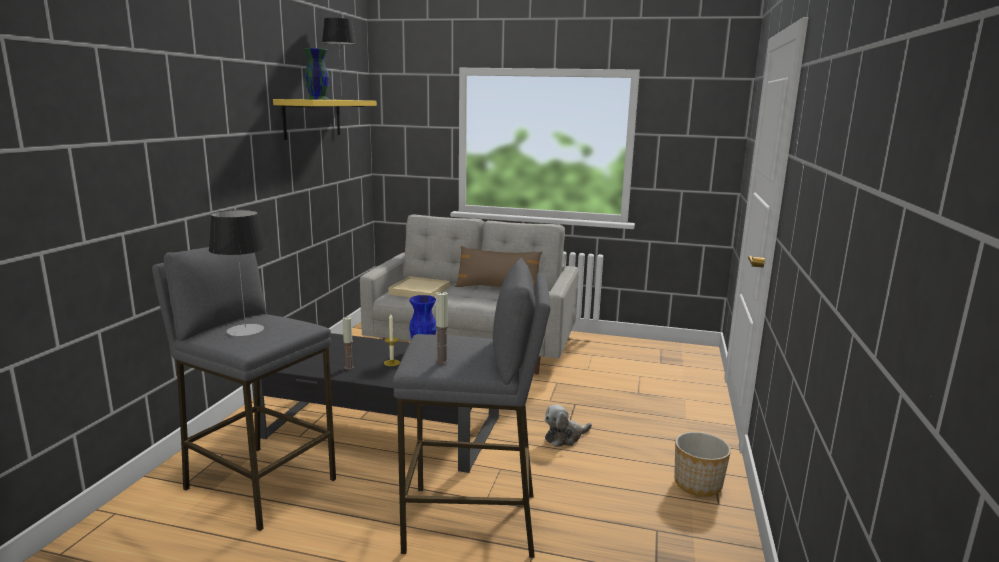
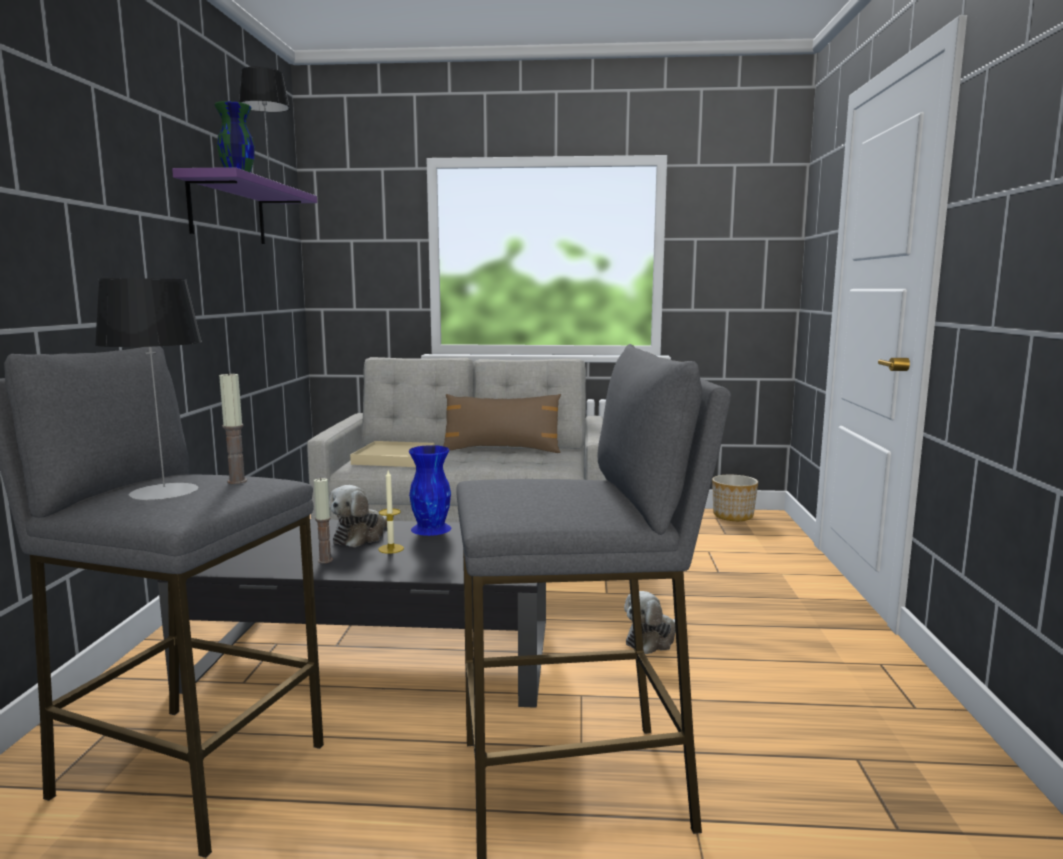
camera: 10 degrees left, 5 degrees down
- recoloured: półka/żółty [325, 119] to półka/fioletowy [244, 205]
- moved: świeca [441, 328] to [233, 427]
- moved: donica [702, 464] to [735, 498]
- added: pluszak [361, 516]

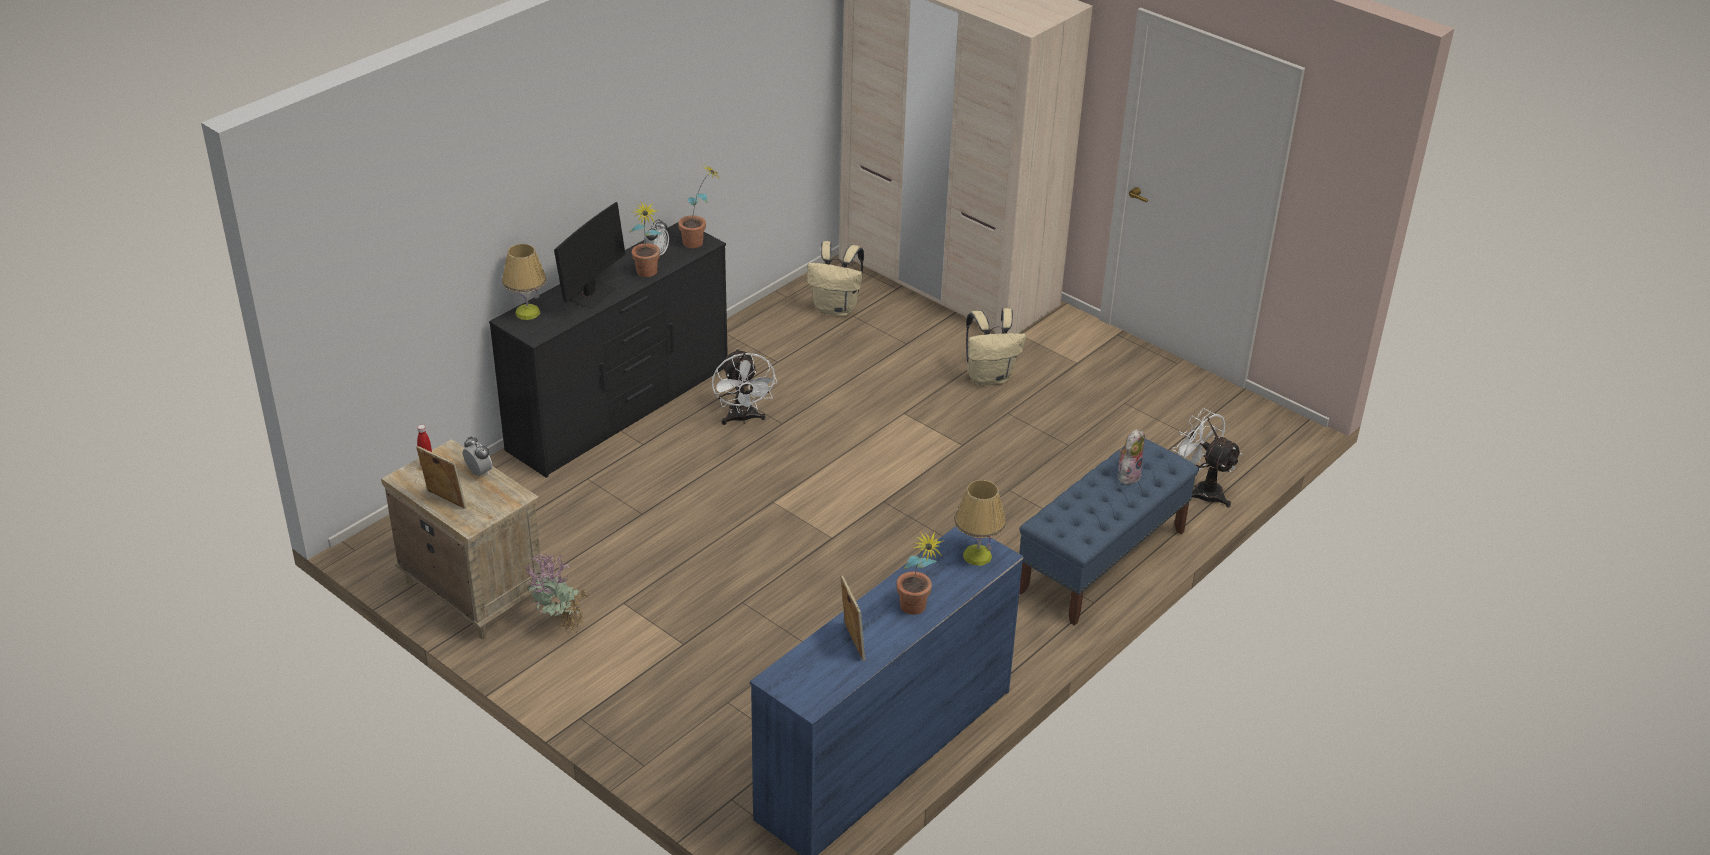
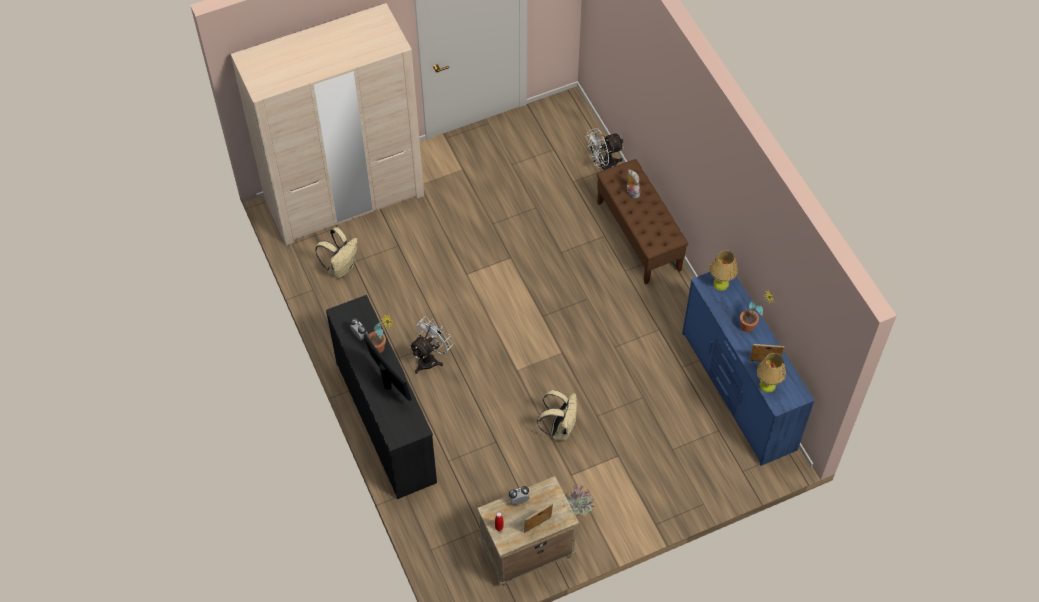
camera: 65 degrees left, 20 degrees up
- removed: roślina doniczkowa [700, 206]
- moved: lampa stołowa [524, 282] to [771, 372]
- moved: plecak/beżowy [996, 347] to [557, 415]
- turned: wentylator/biały [744, 387] = [431, 345] 60 degrees counterclockwise
- recoloured: ławka/niebieski [1109, 532] to ławka/brązowy [642, 222]

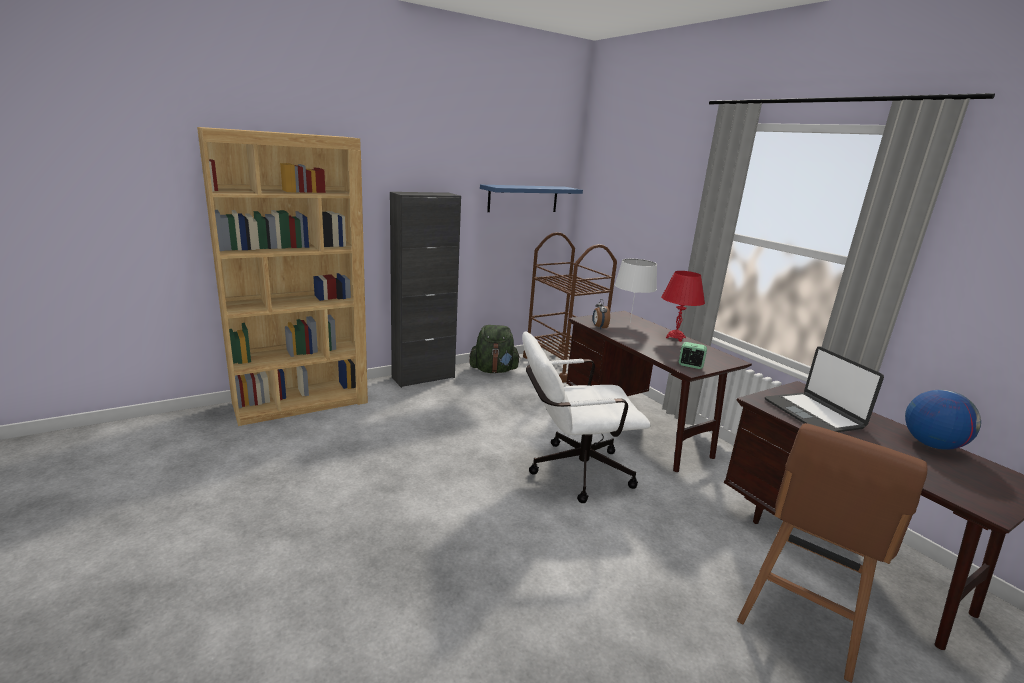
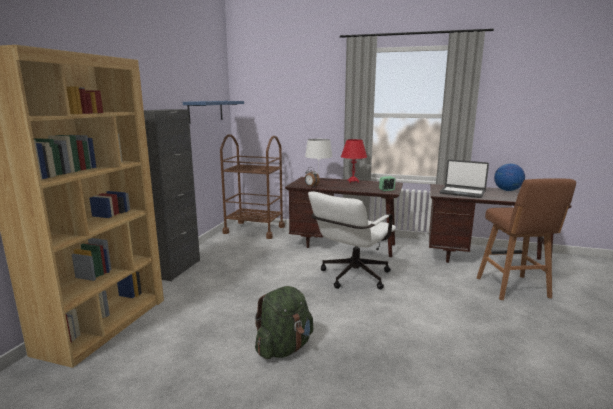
camera: 40 degrees left, 5 degrees down
- moved: plecak/zielony [494, 349] to [284, 322]

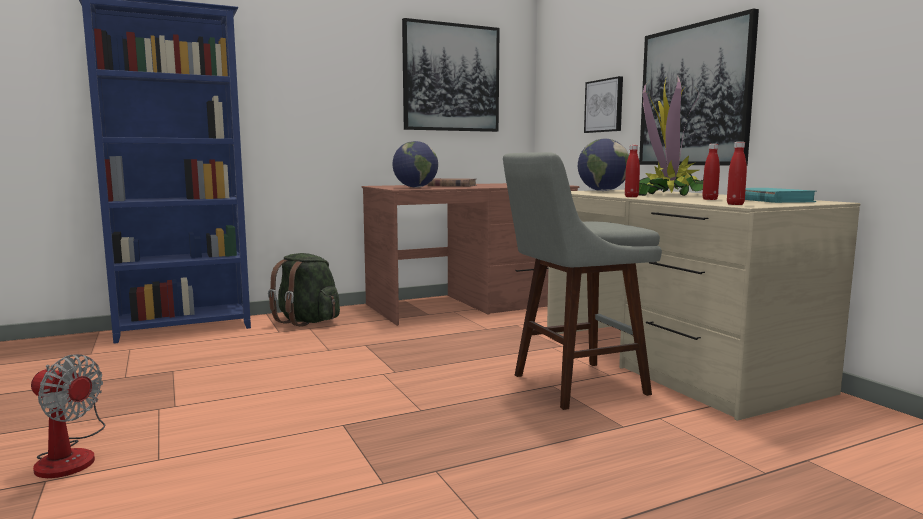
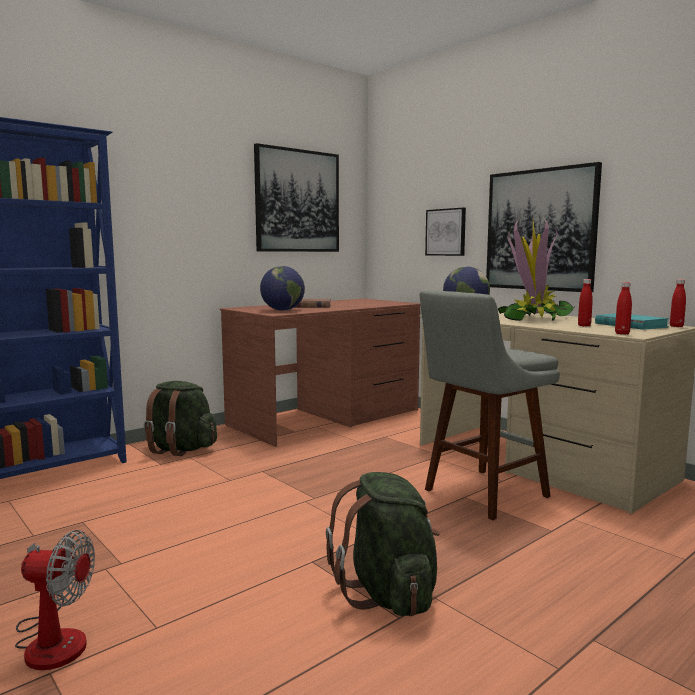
camera: 15 degrees left, 0 degrees up
- moved: butelka/czerwony [632, 171] to [678, 303]
- added: plecak/zielony [383, 544]

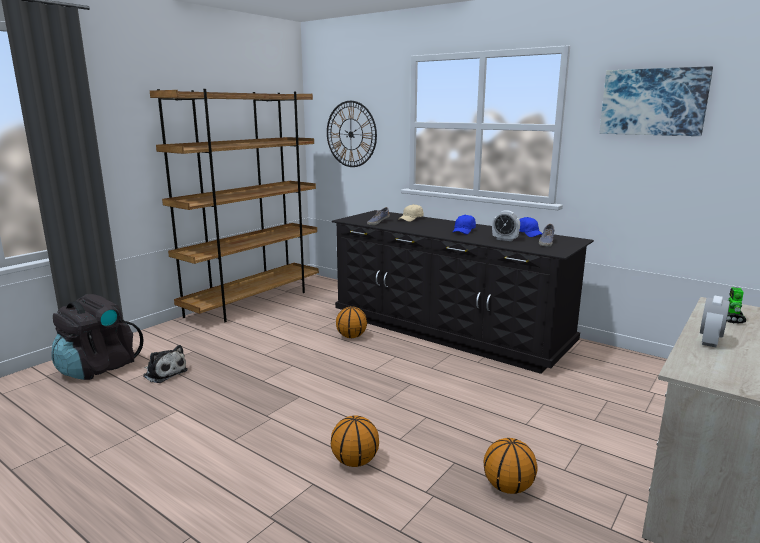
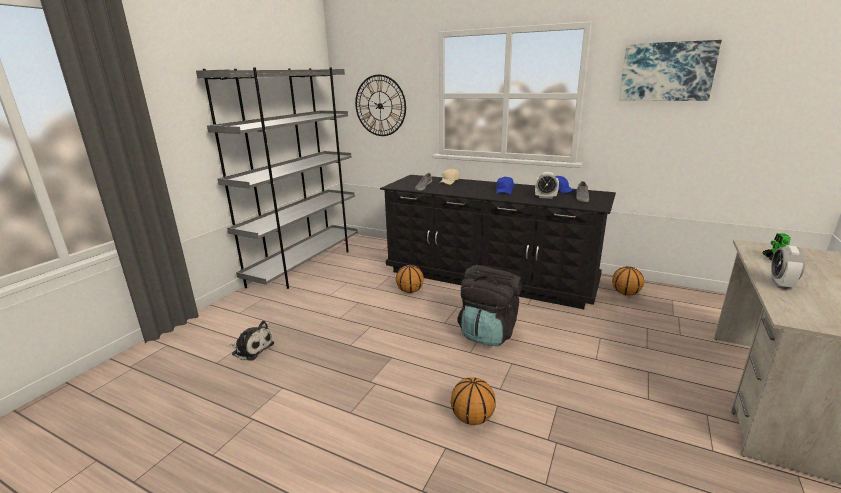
camera: 10 degrees left, 5 degrees up
- recoloured: regał/brązowy [234, 205] to regał/szary [277, 178]
- moved: plecak/czarny [98, 337] to [490, 305]
- moved: piłka do koszykówki [510, 466] to [628, 281]

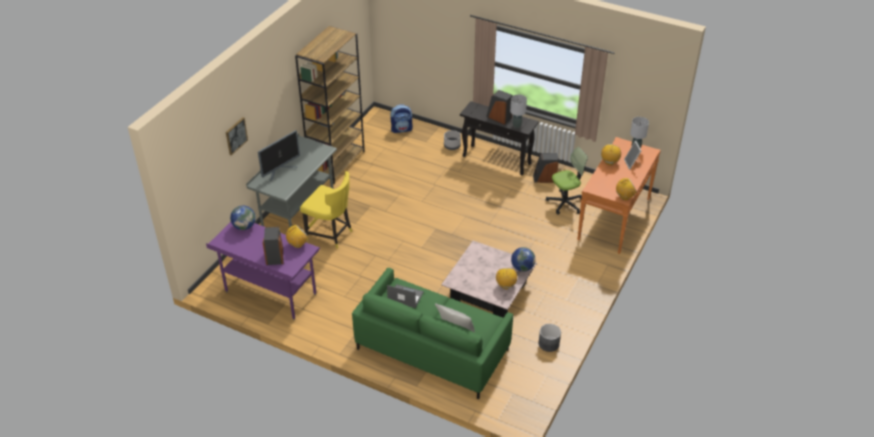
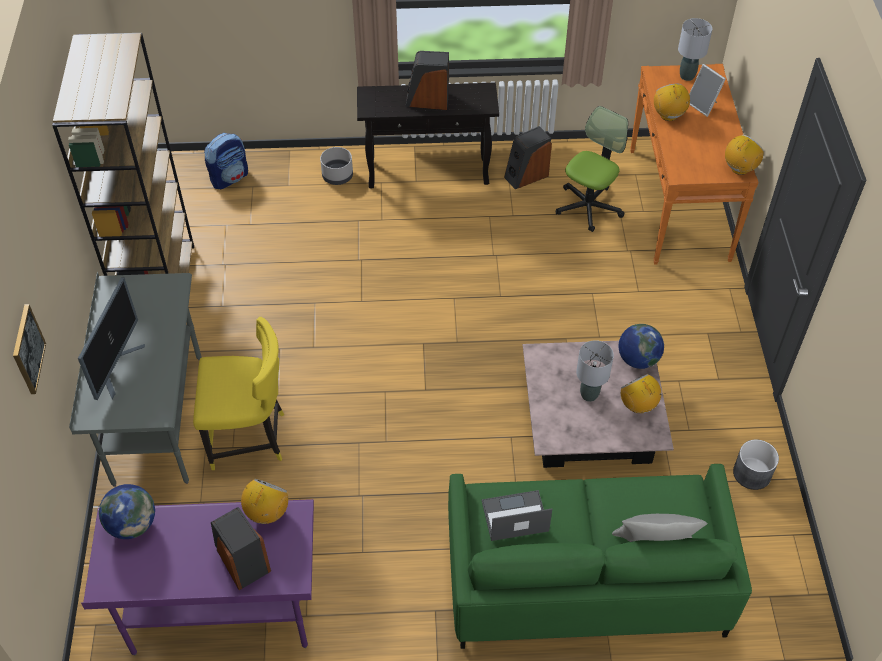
camera: 30 degrees left, 10 degrees up
- moved: lampa stołowa/szary [518, 111] to [595, 371]

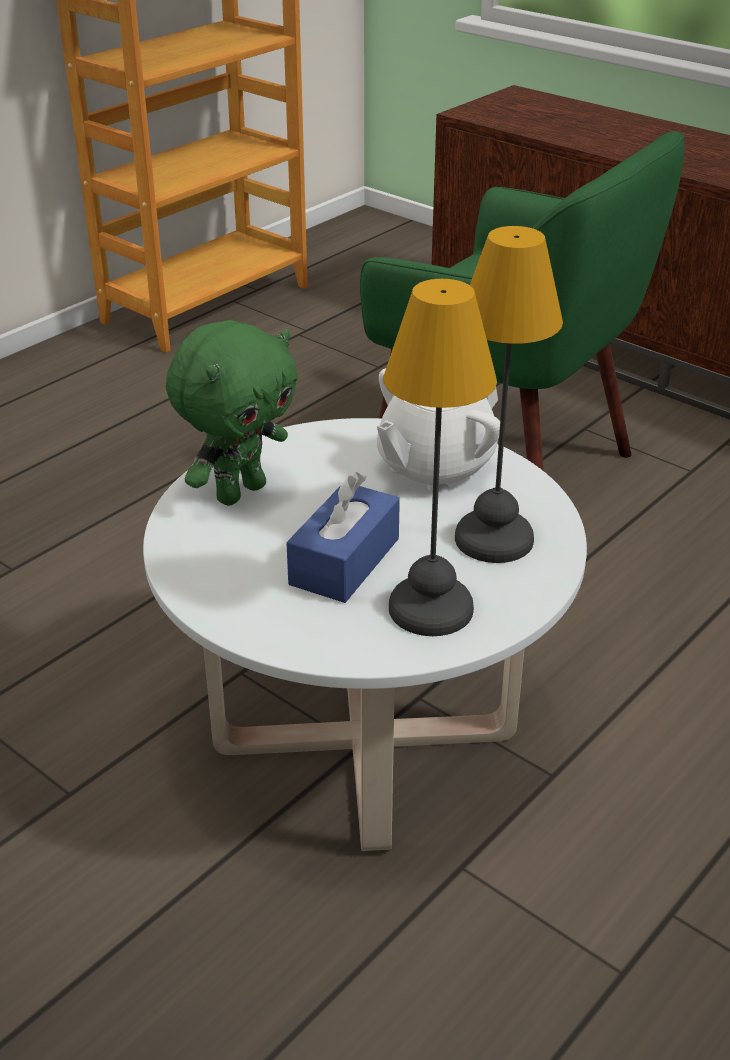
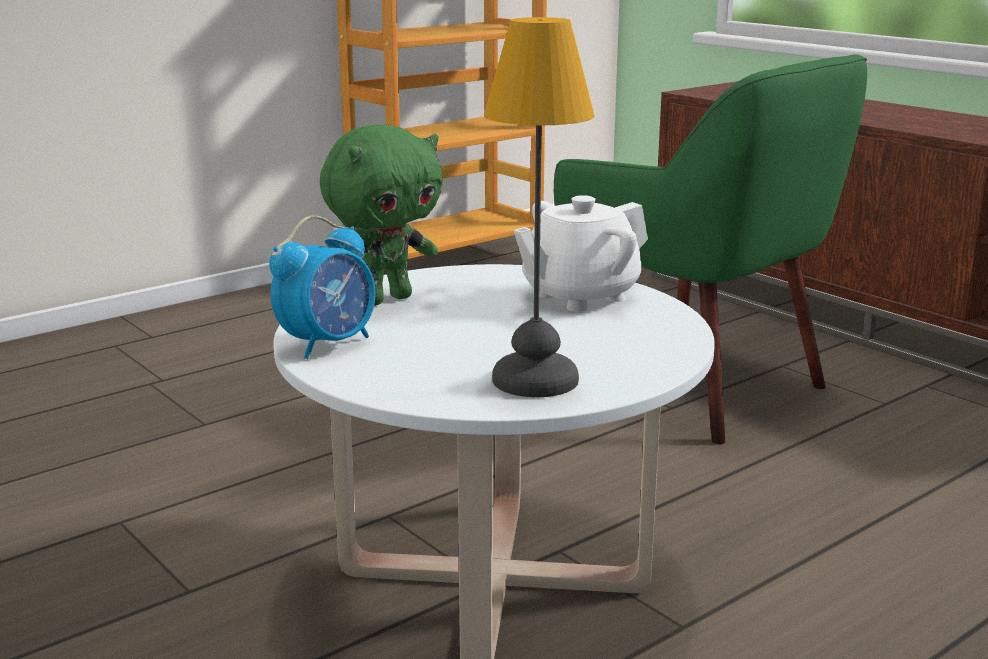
camera: 10 degrees right, 15 degrees down
- removed: lampa stołowa [509, 394]
- removed: pudełko chusteczek/niebieski [343, 537]
- added: budzik [322, 287]

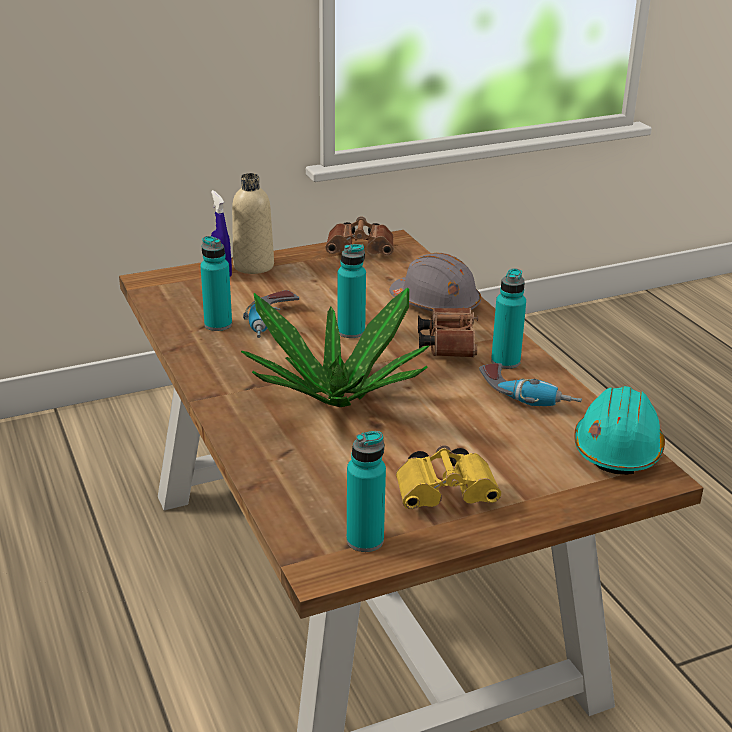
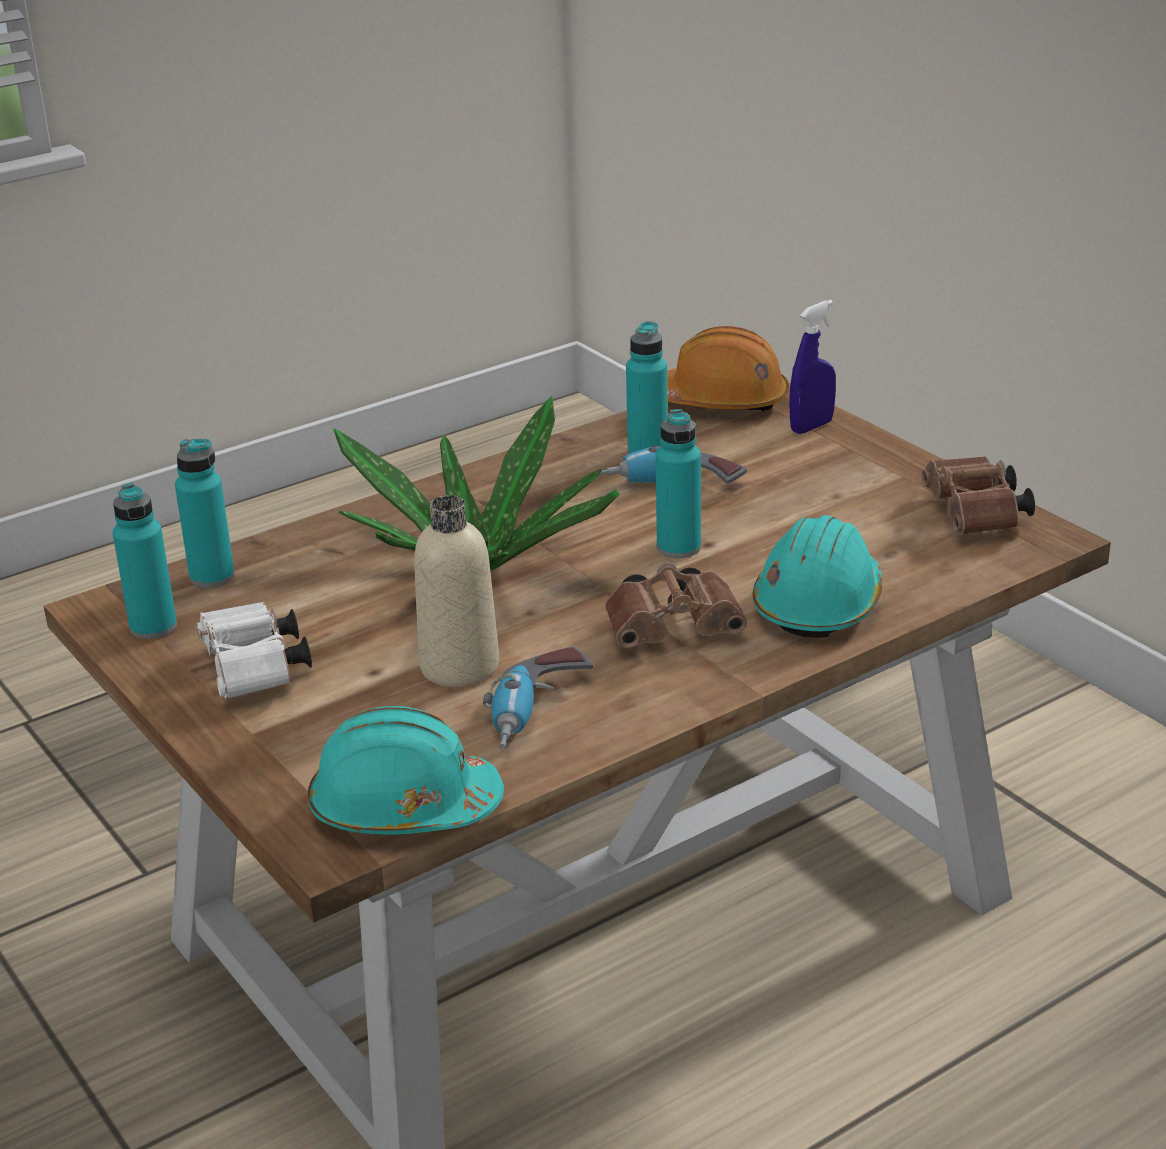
camera: 80 degrees right, 0 degrees up
- moved: butelka/beżowy [253, 223] to [456, 591]
- recoloured: kask/szary [435, 282] to kask/turkusowy [817, 576]
- moved: butelka/turkusowy [508, 318] to [205, 513]
- recoloured: lornetka/żółty [448, 477] to lornetka/biały [254, 650]
- added: kask/pomarańczowy [728, 369]

